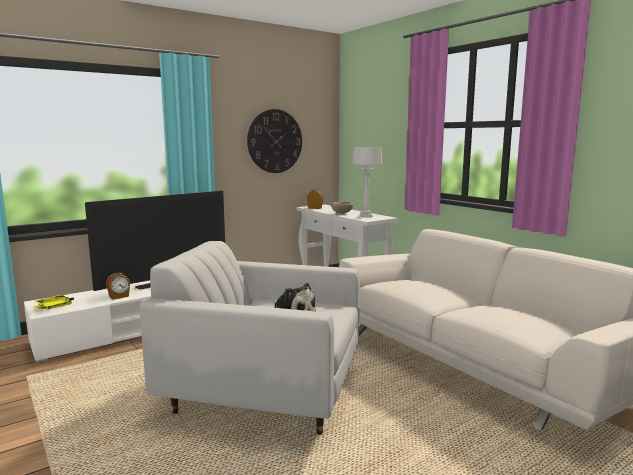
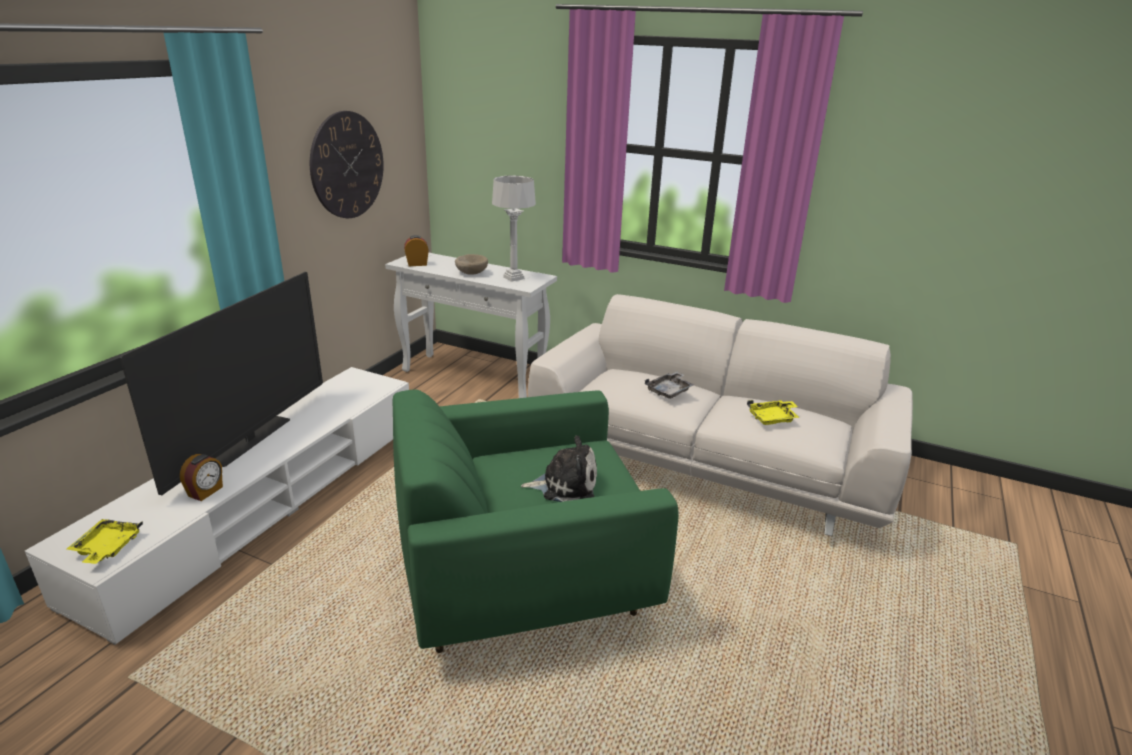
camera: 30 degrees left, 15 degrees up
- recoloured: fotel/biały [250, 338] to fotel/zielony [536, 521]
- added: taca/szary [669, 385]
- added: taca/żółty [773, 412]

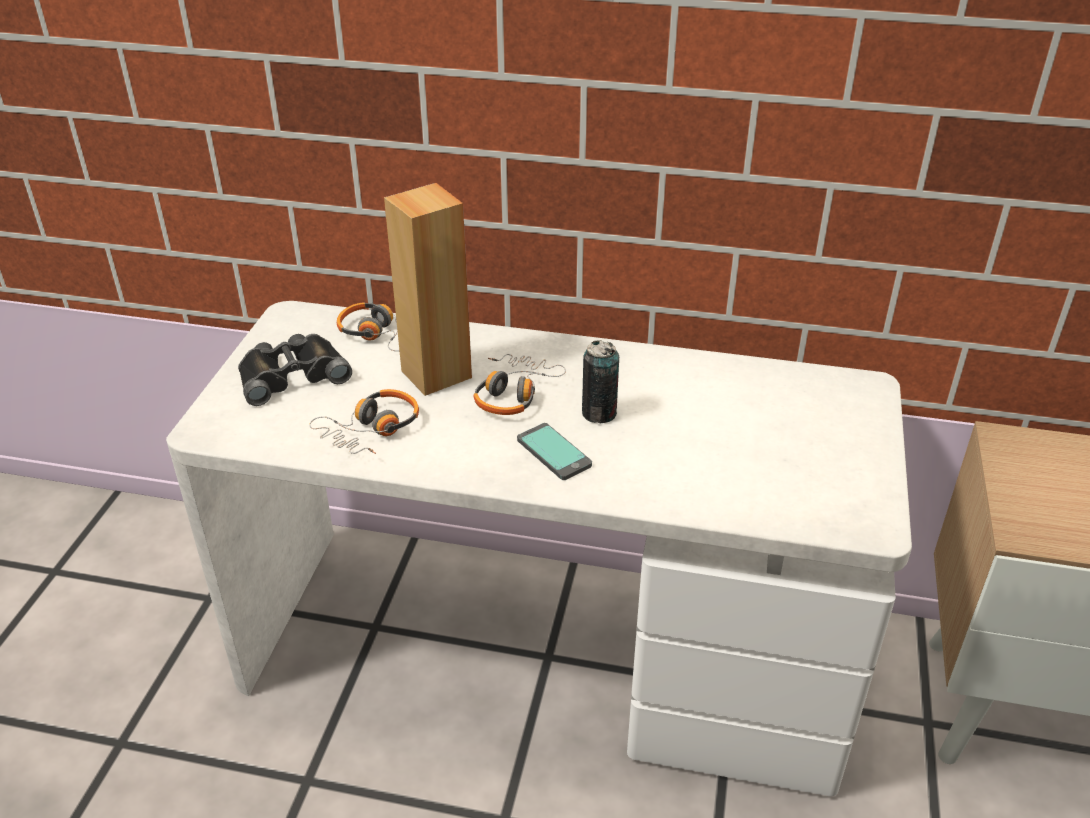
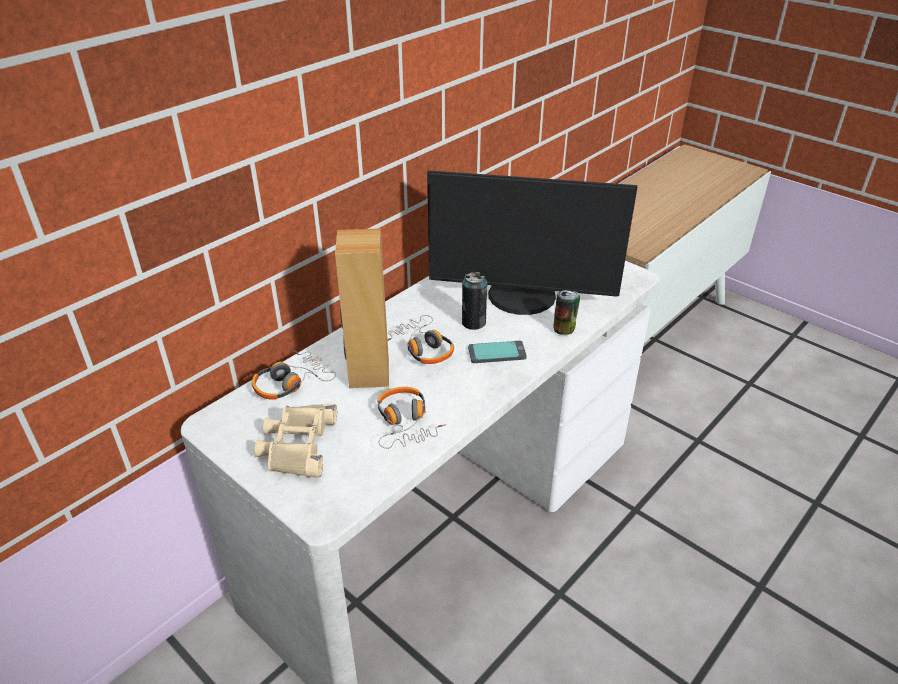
camera: 60 degrees left, 0 degrees up
- recoloured: lornetka/czarny [295, 370] to lornetka/beżowy [295, 440]
- added: monitor [532, 242]
- added: puszka [566, 312]

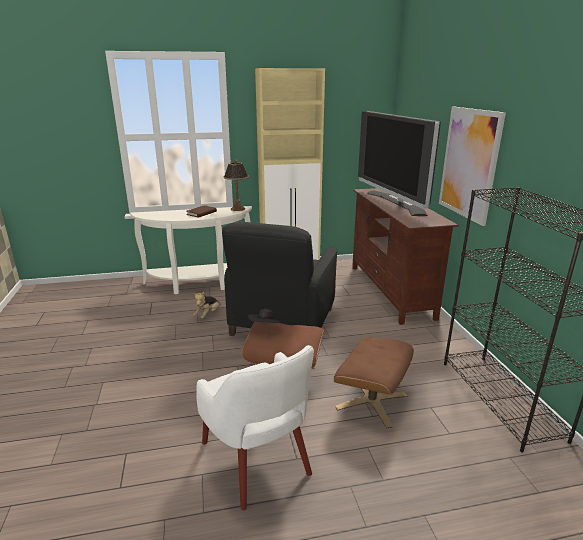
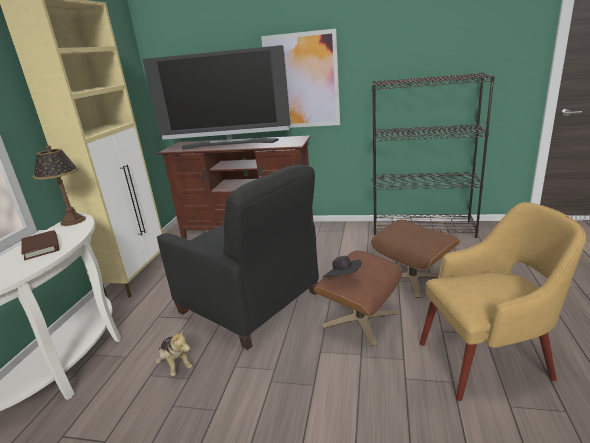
camera: 65 degrees left, 0 degrees up
- recoloured: fotel/biały [255, 427] to fotel/żółty [503, 301]

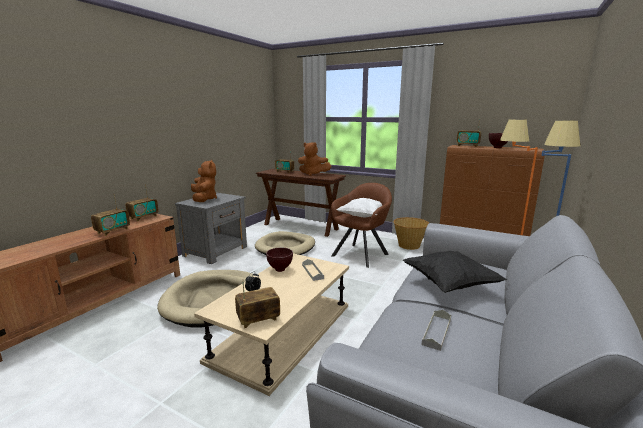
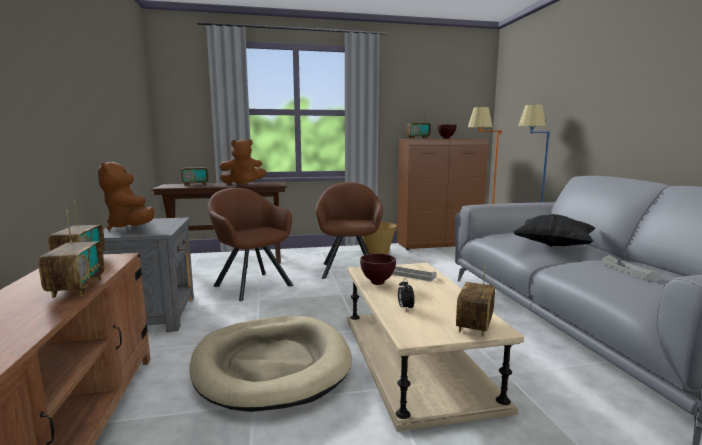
camera: 40 degrees left, 5 degrees down
- turned: pluszak/brązowy [204, 181] = [126, 196] 150 degrees counterclockwise
- removed: poduszka/biały [359, 208]
- replaced: legowisko/beżowy [285, 243] to fotel/brązowy [251, 244]

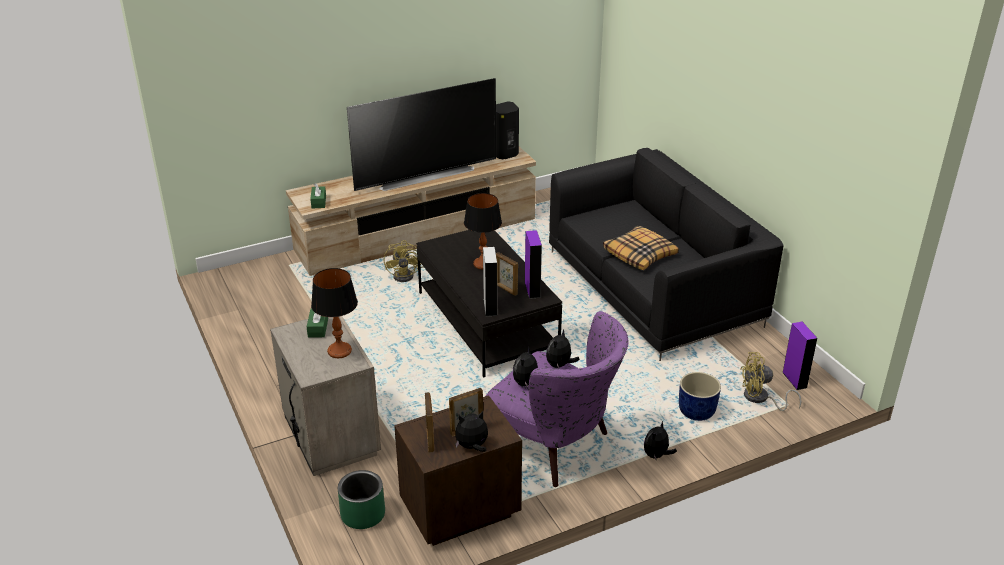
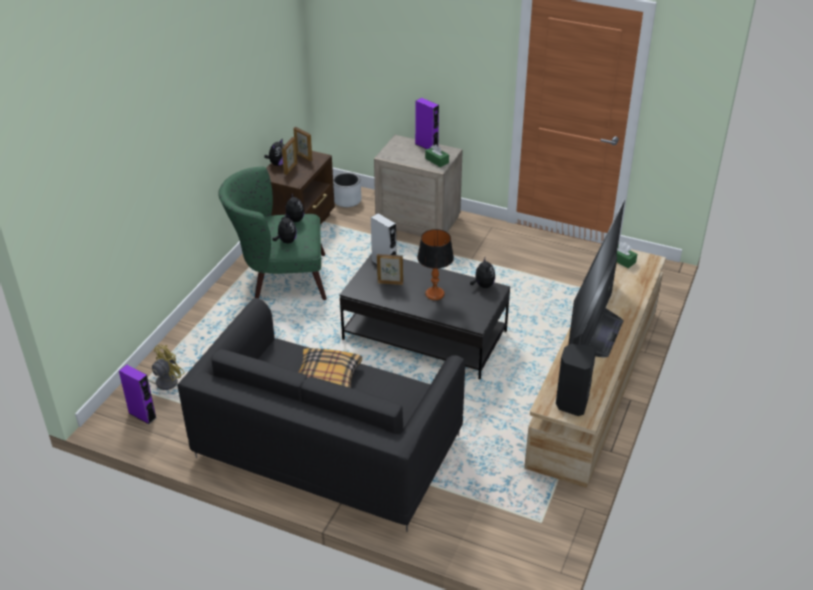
camera: 140 degrees right, 5 degrees up
- moved: głośnik/fioletowy [533, 264] to [427, 123]
- removed: wentylator/żółty [403, 261]
- removed: lampa stołowa [334, 313]
- recoloured: fotel/fioletowy [557, 399] to fotel/zielony [272, 233]
- removed: donica/niebieski [700, 396]
- moved: pluszak [660, 441] to [482, 273]
- recoloured: donica/zielony [361, 499] to donica/szary [347, 189]

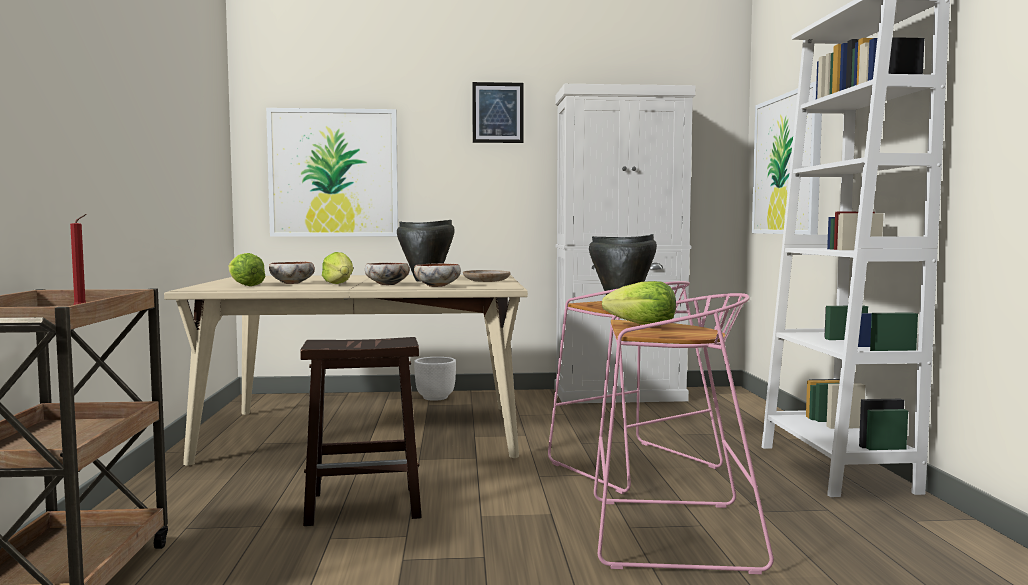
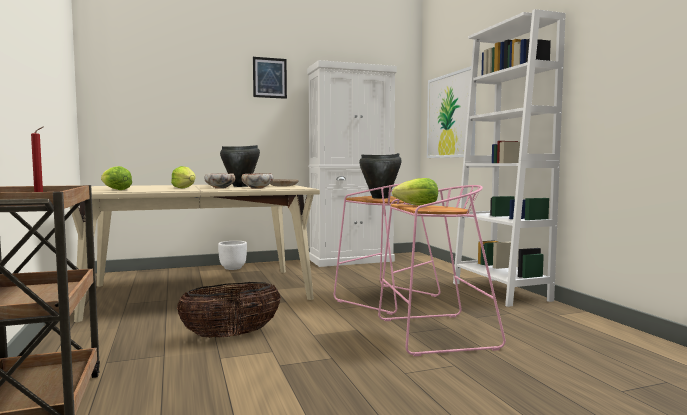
camera: 15 degrees left, 0 degrees up
- removed: obraz [332, 172]
- removed: miska [292, 273]
- replaced: stołek/brązowy [361, 431] to koszyk [229, 310]

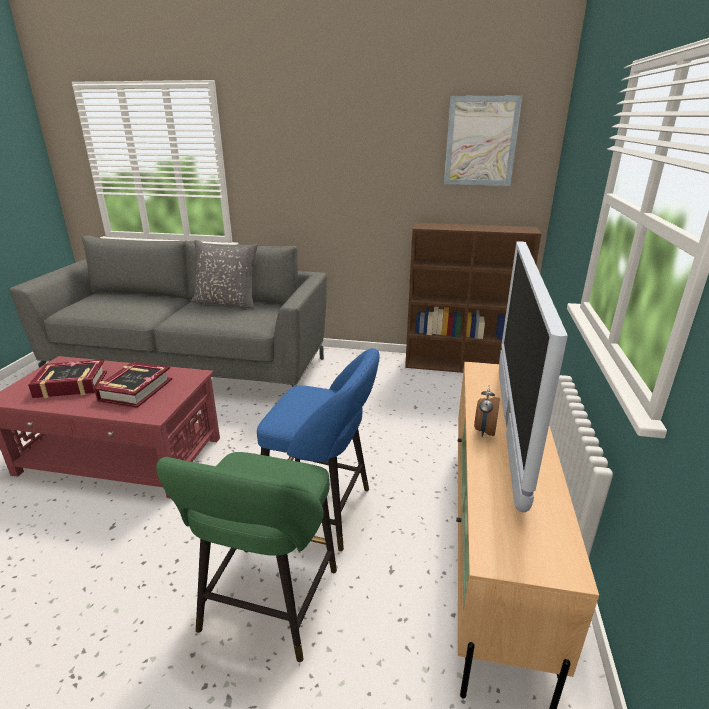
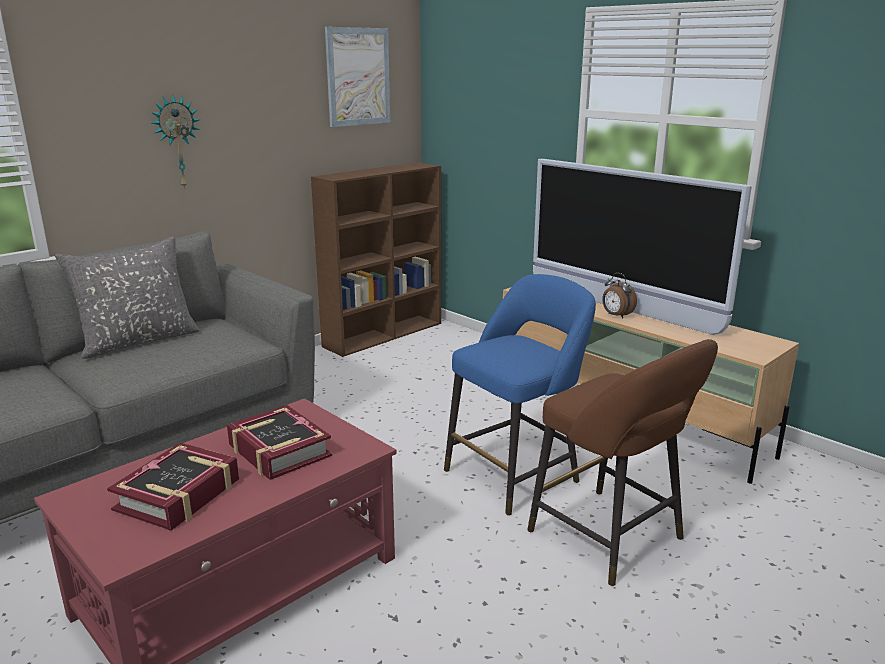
camera: 55 degrees left, 5 degrees down
- recoloured: stołek/zielony [246, 557] to stołek/brązowy [622, 462]
- added: zegar ścienny [175, 142]

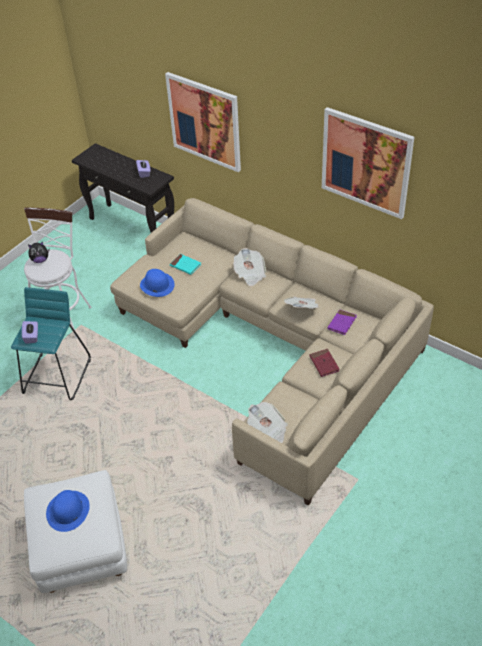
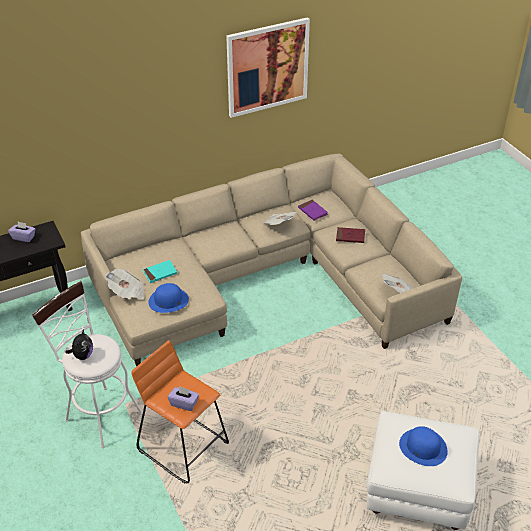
camera: 65 degrees left, 5 degrees down
- removed: obraz [203, 122]
- moved: gazeta [250, 267] to [125, 284]
- recoloured: stołek/turkusowy [51, 343] to stołek/pomarańczowy [180, 412]

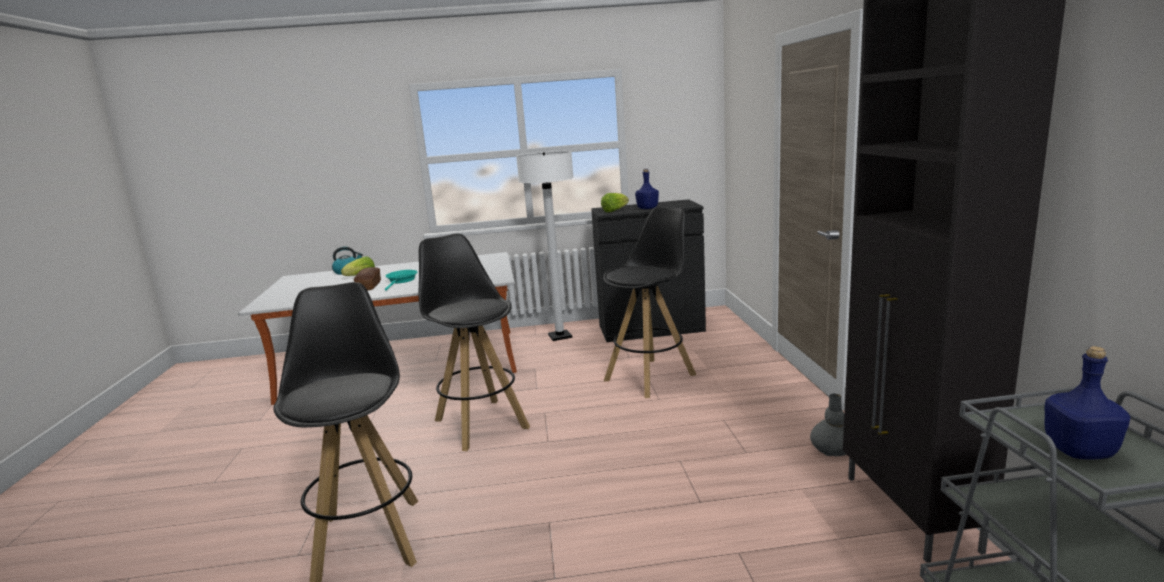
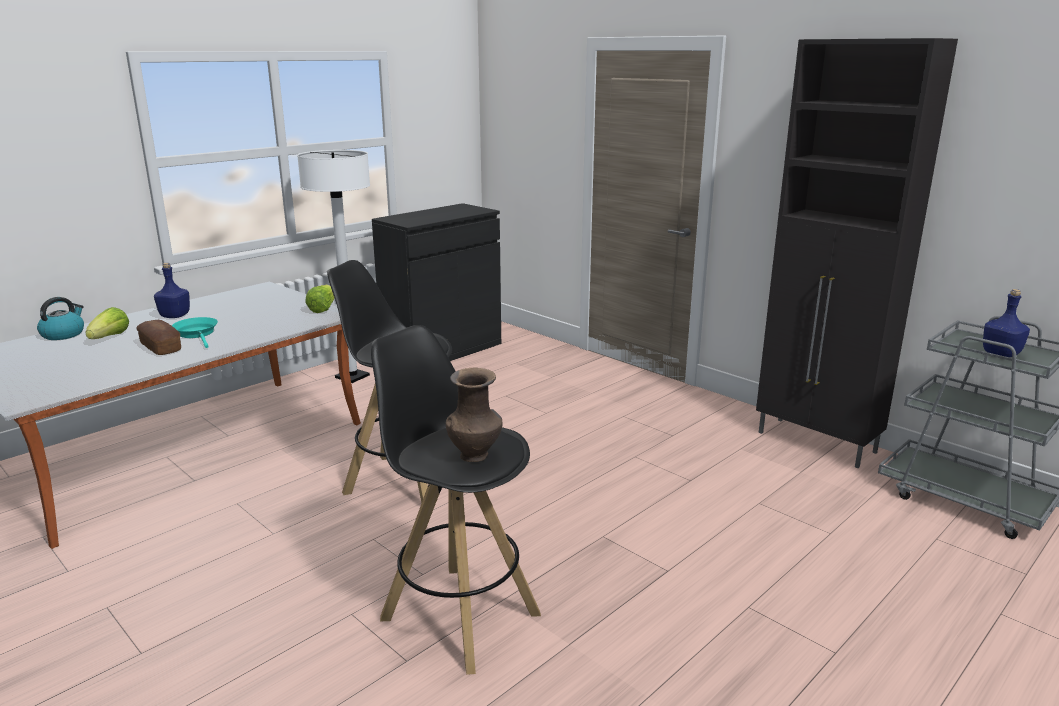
camera: 40 degrees left, 5 degrees up
- moved: butelka/niebieski [647, 189] to [172, 290]
- moved: sałata [615, 202] to [319, 299]
- removed: stołek/czarny [649, 302]
- removed: wazon/szary [828, 424]
- added: wazon/brązowy [474, 415]

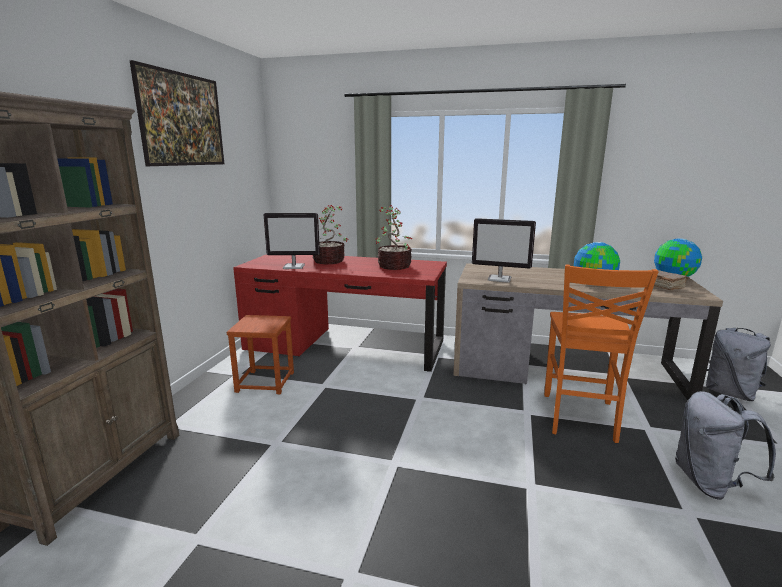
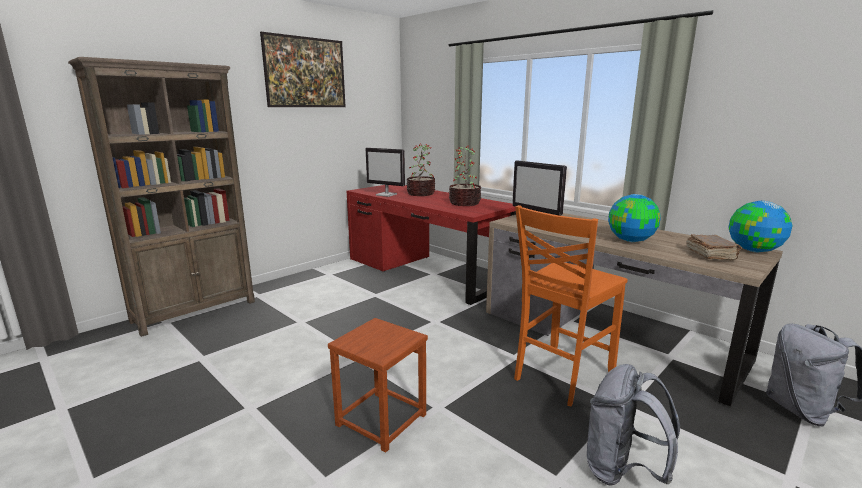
camera: 30 degrees right, 0 degrees up
- moved: stołek/brązowy [260, 354] to [378, 385]

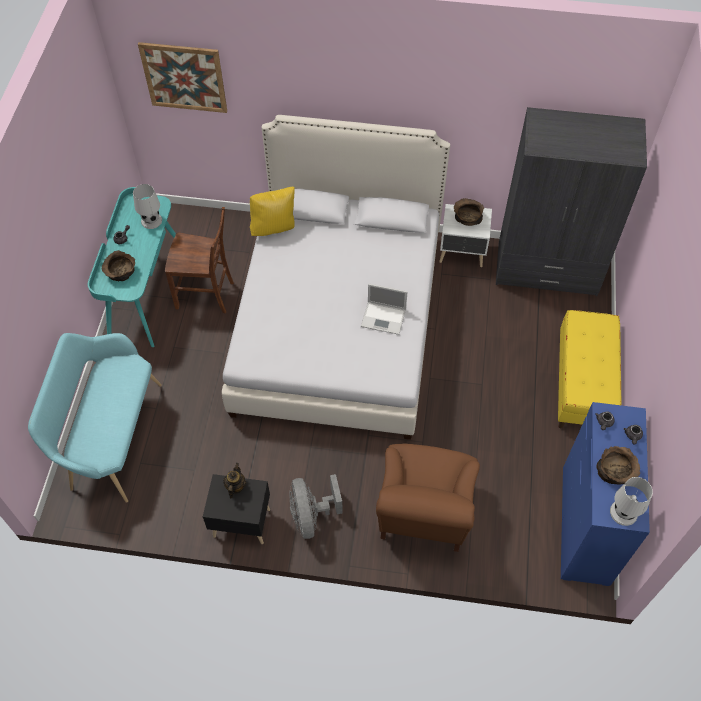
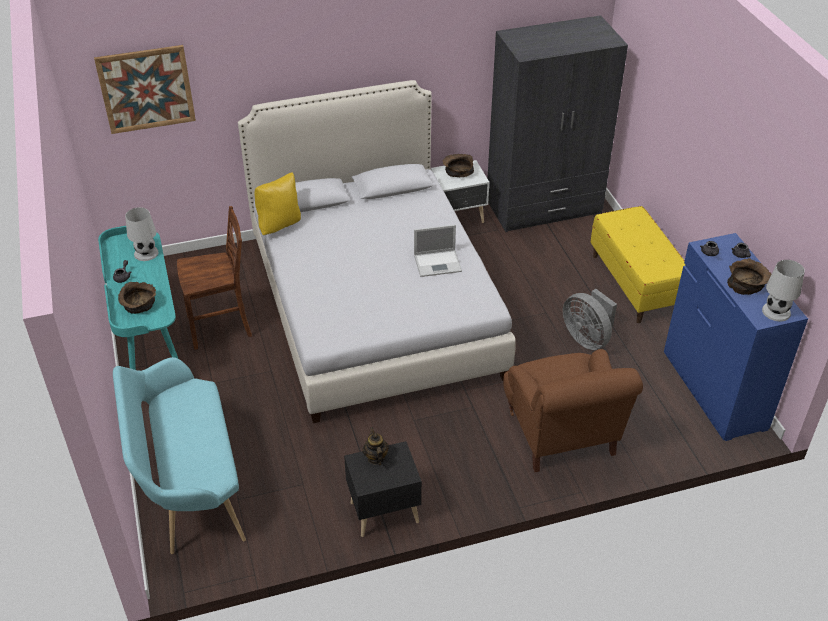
camera: 25 degrees left, 15 degrees down
- moved: wentylator/szary [316, 506] to [590, 319]

